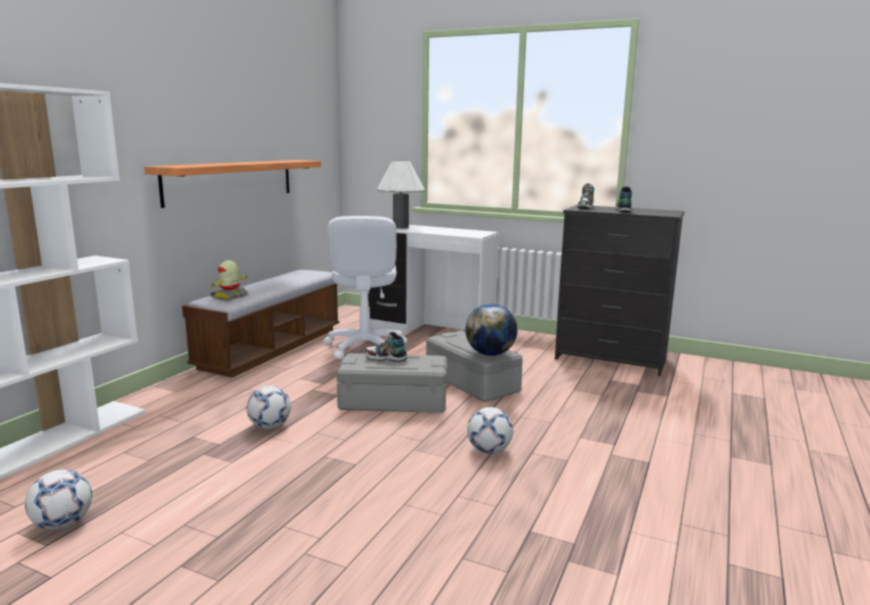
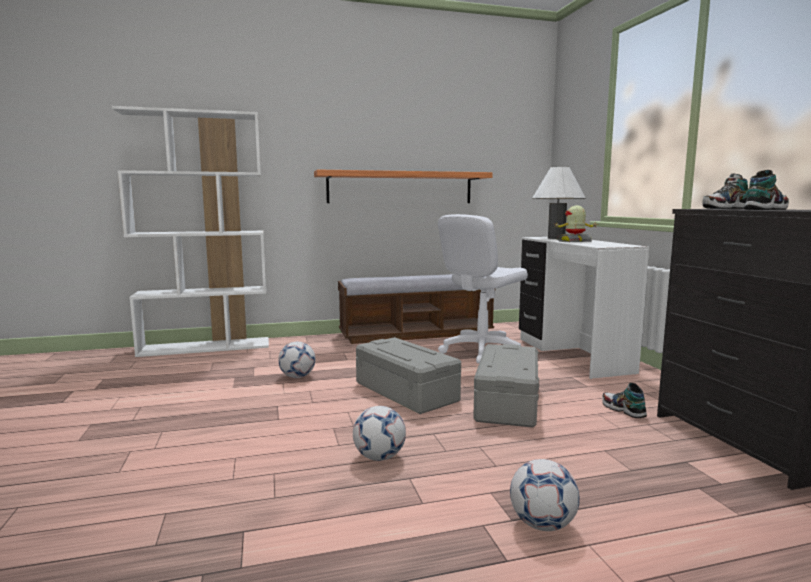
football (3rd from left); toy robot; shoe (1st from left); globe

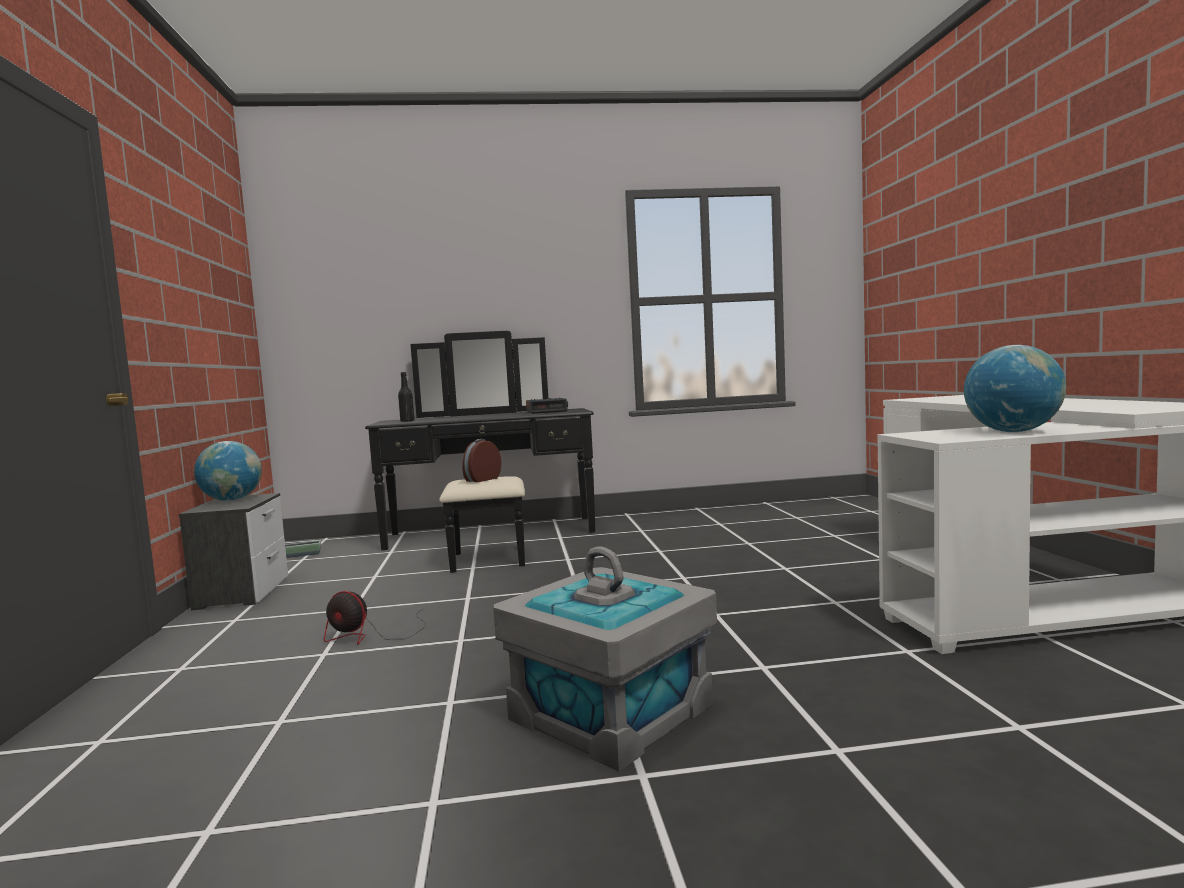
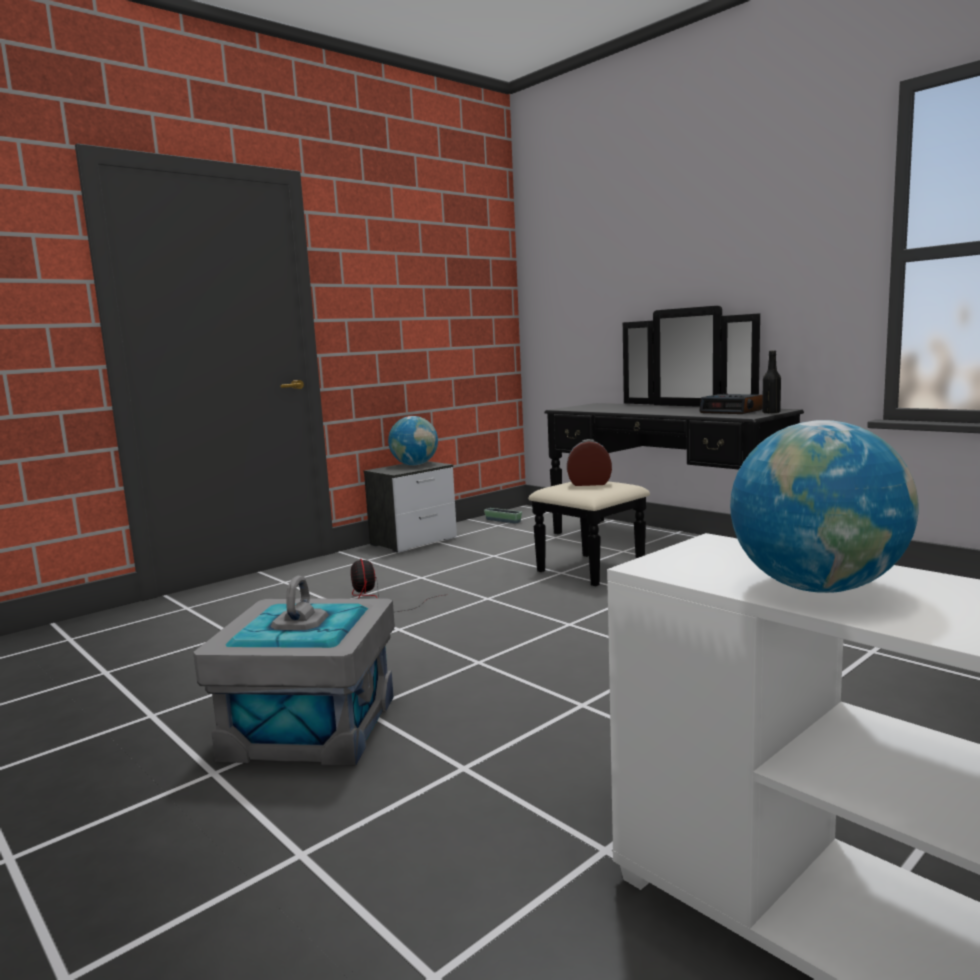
black bottle

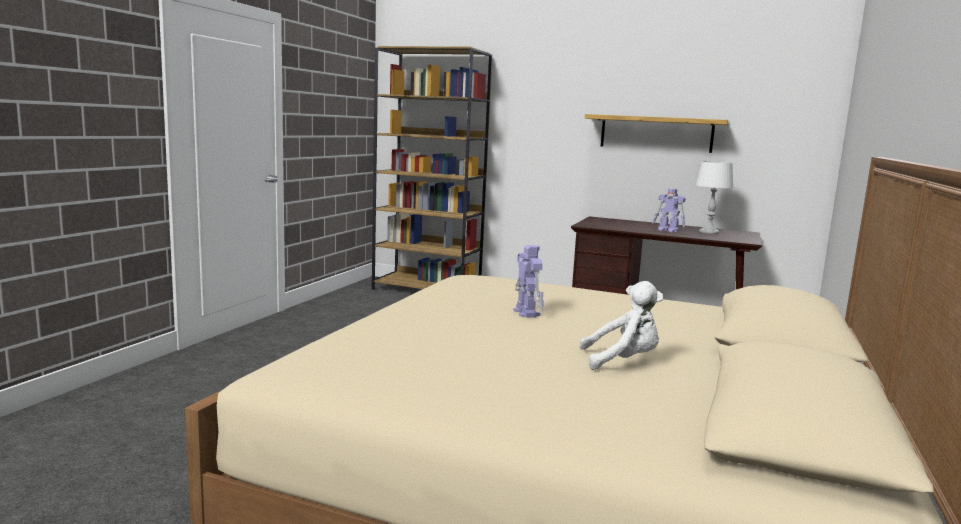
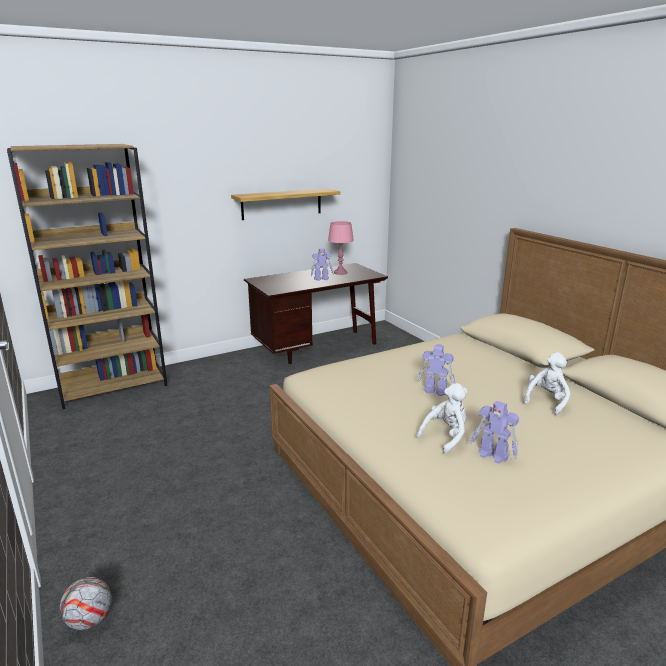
football; pink table lamp; white plush toy (1st from left); toy robot (3rd from left)

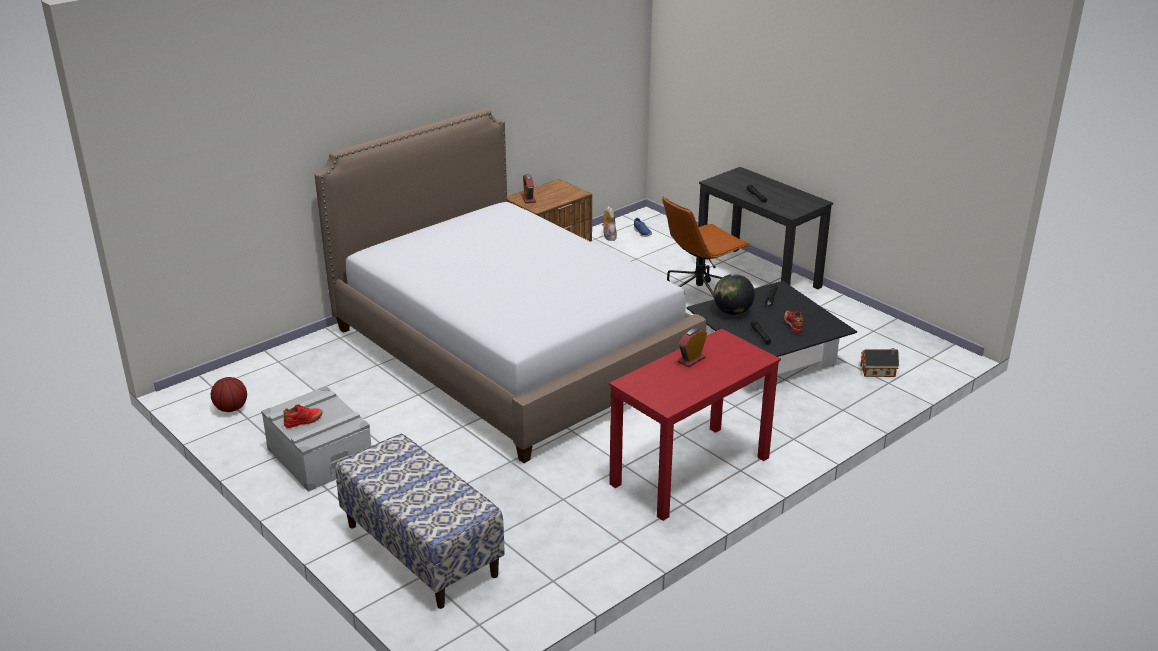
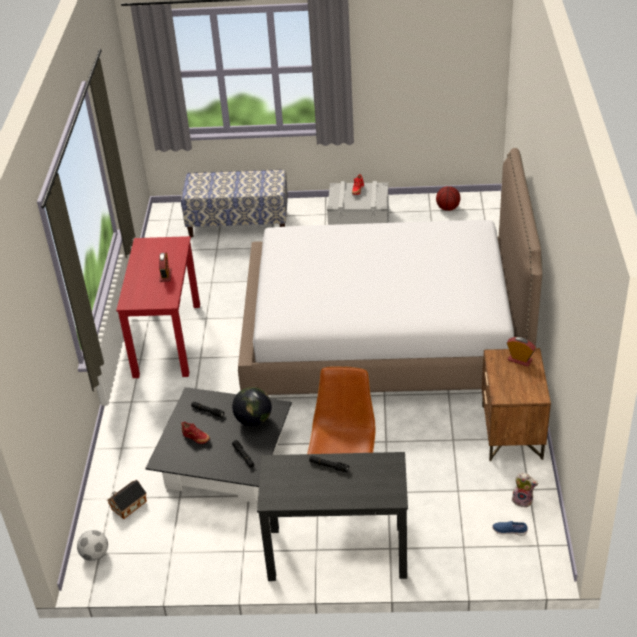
football

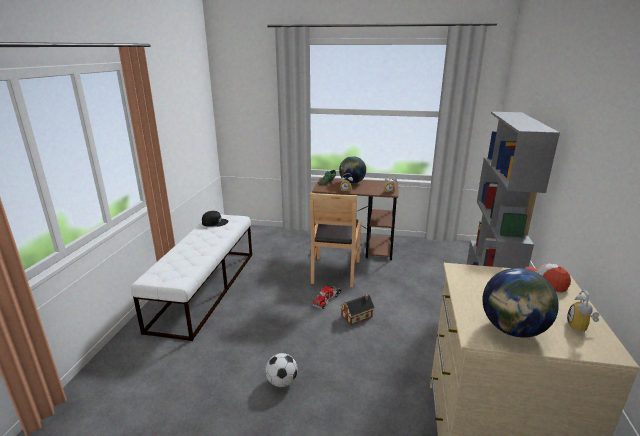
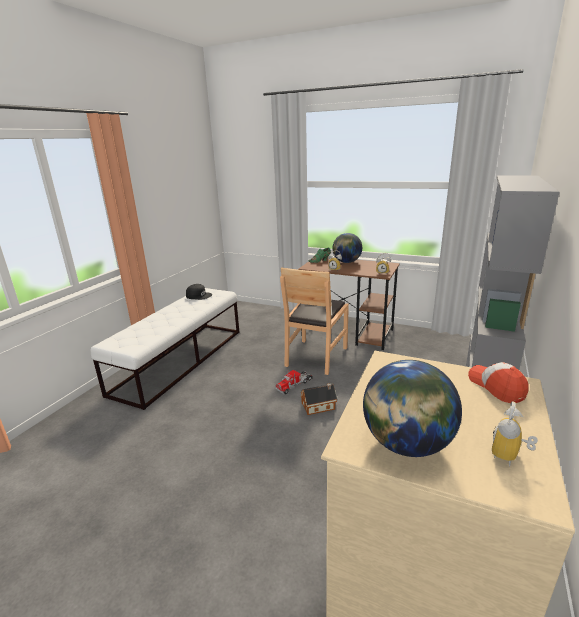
football

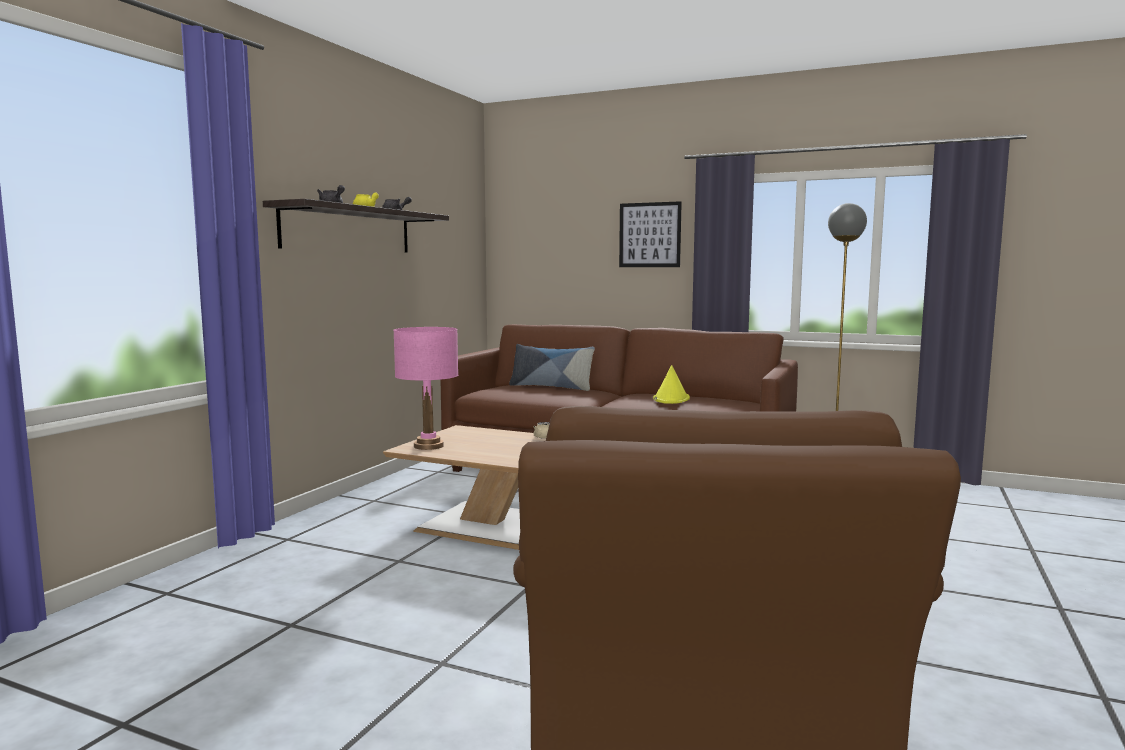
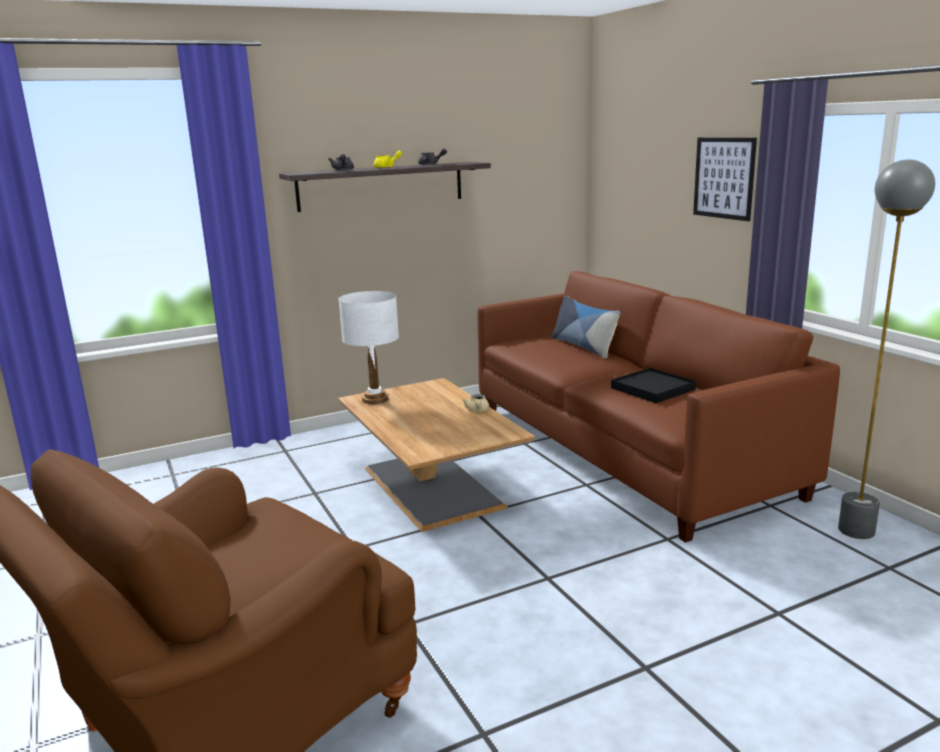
white table lamp; black tray

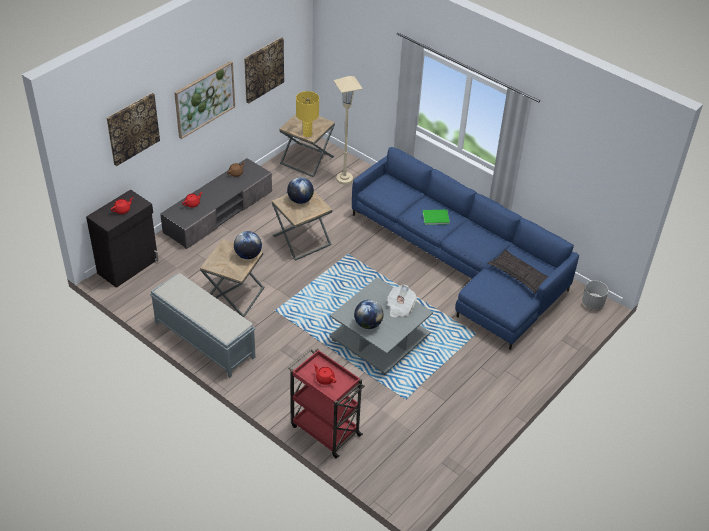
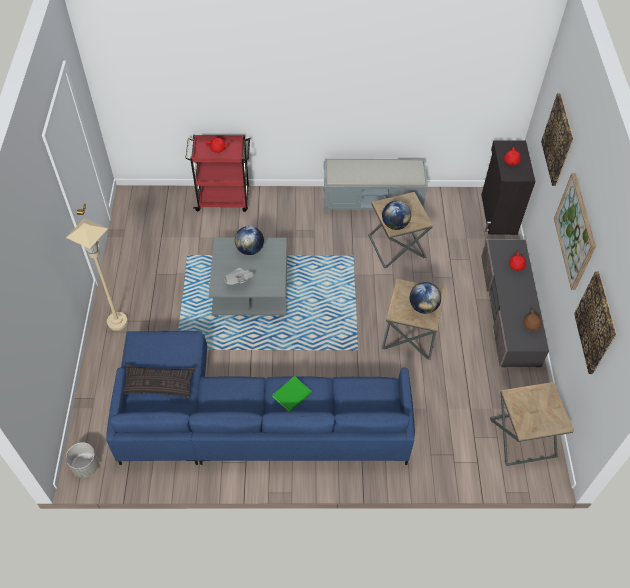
beige floor lamp; yellow table lamp

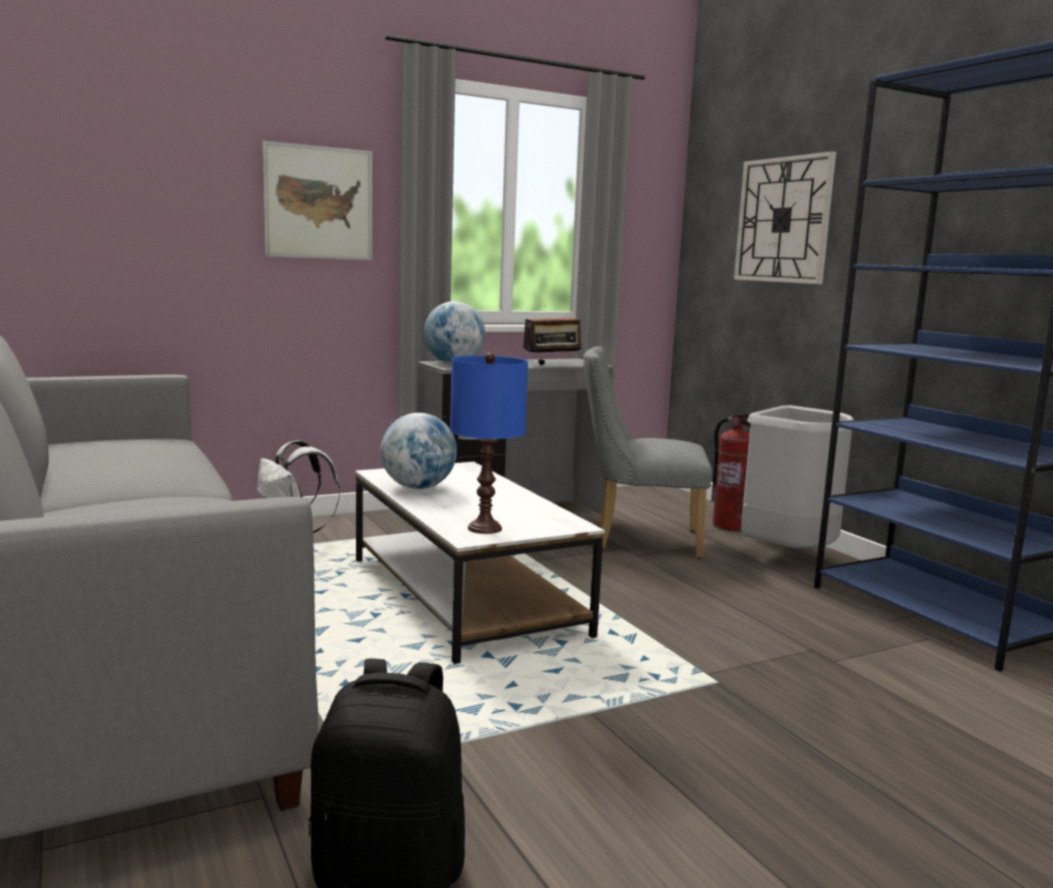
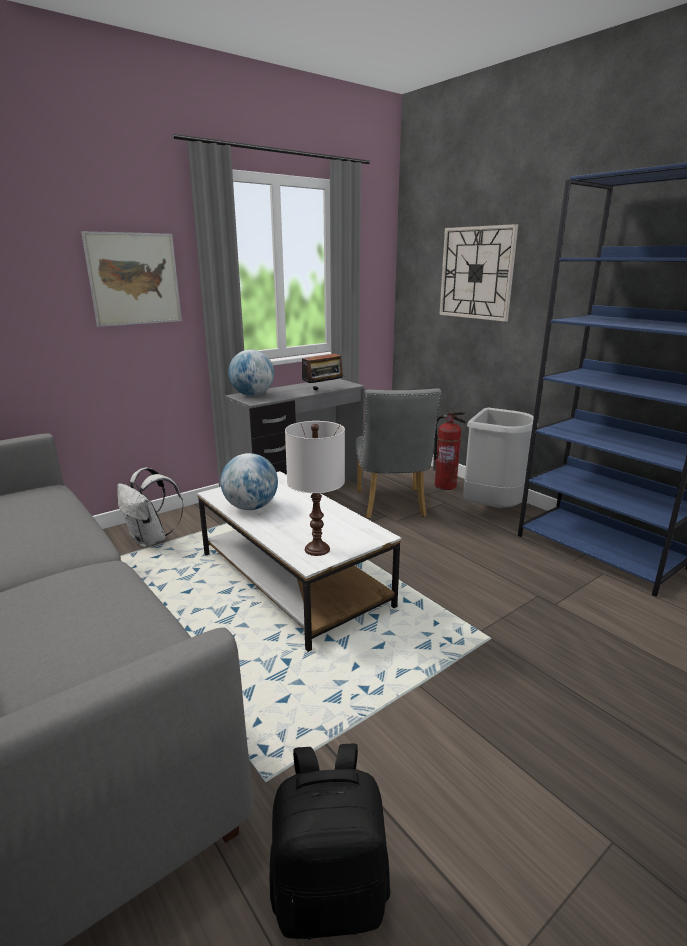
white table lamp; grey chair

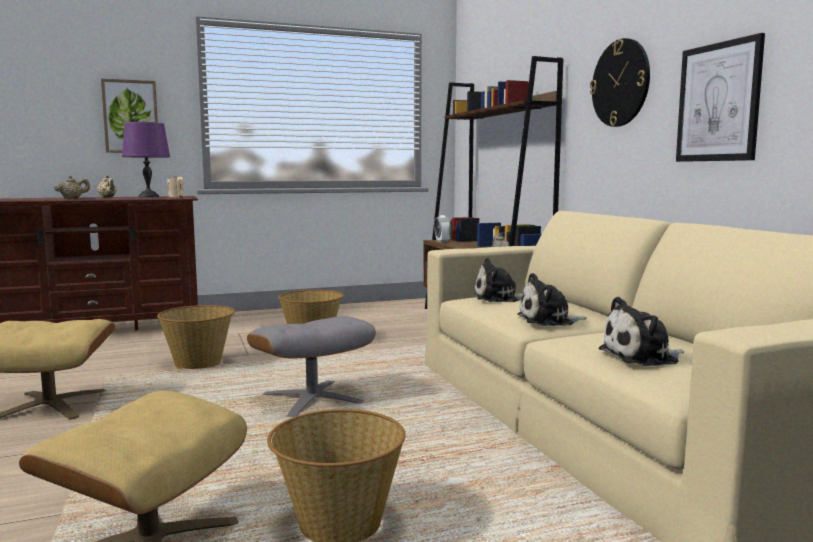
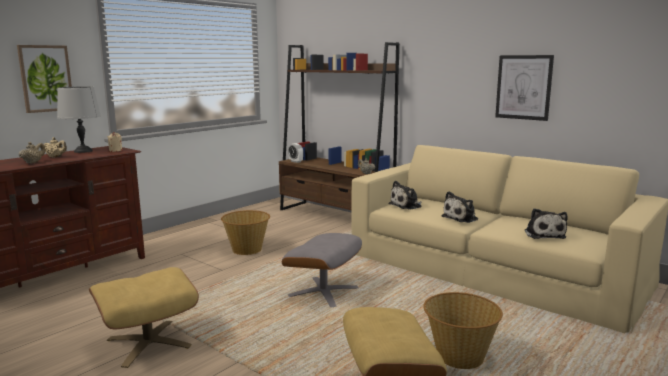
grey table lamp; plush toy (3rd from left); basket (1st from left in the first image); wall clock

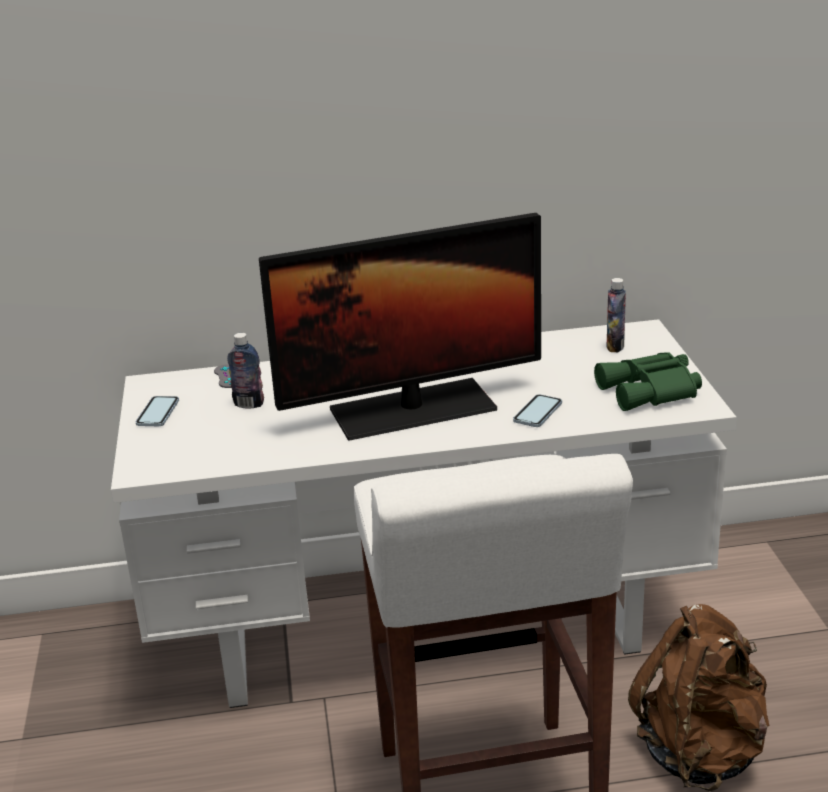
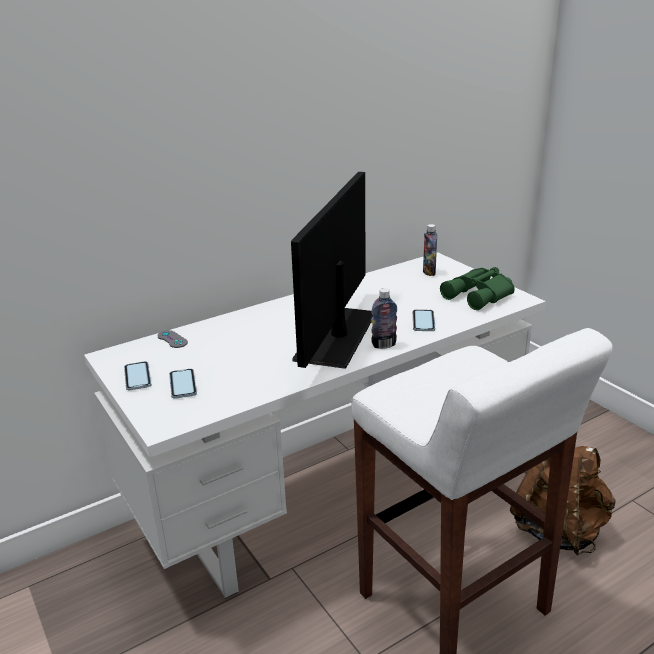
phone (2nd from left); monitor; bottle (1st from left)

